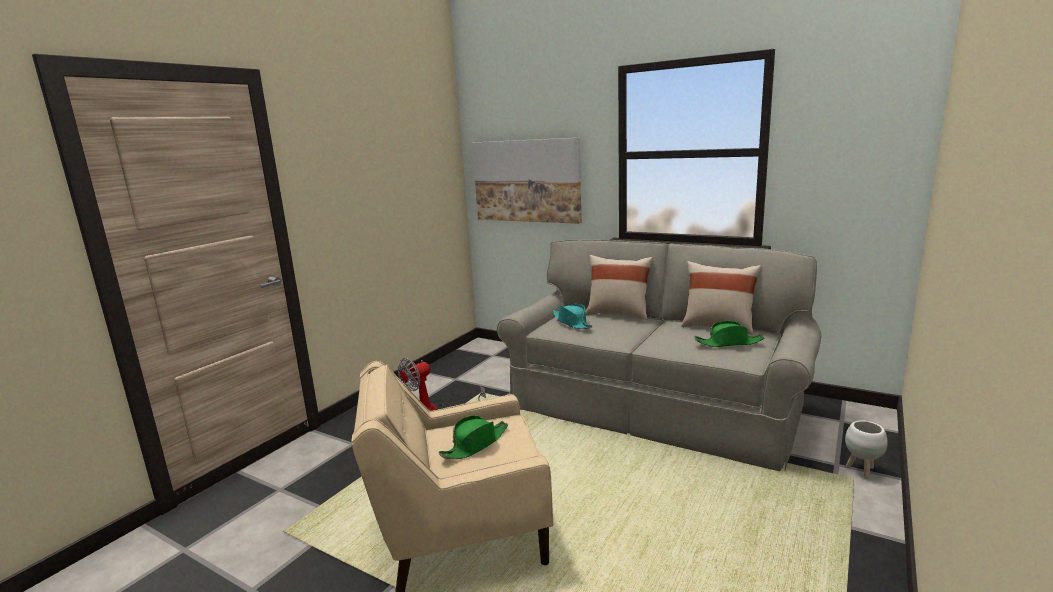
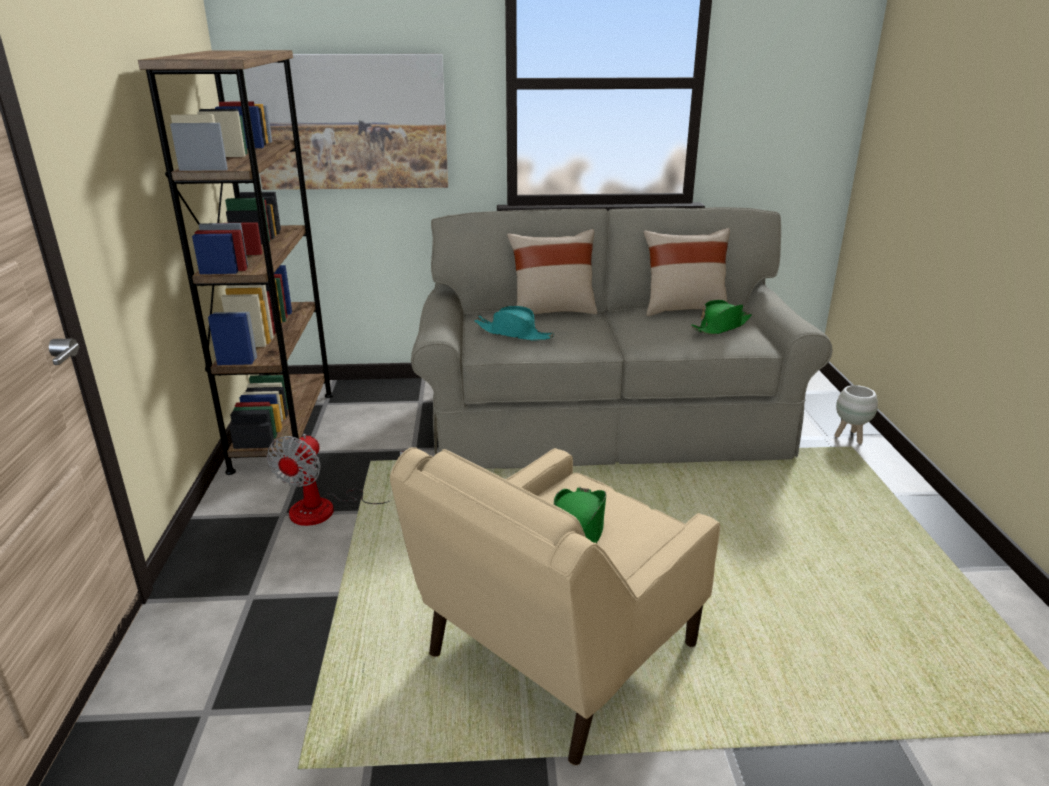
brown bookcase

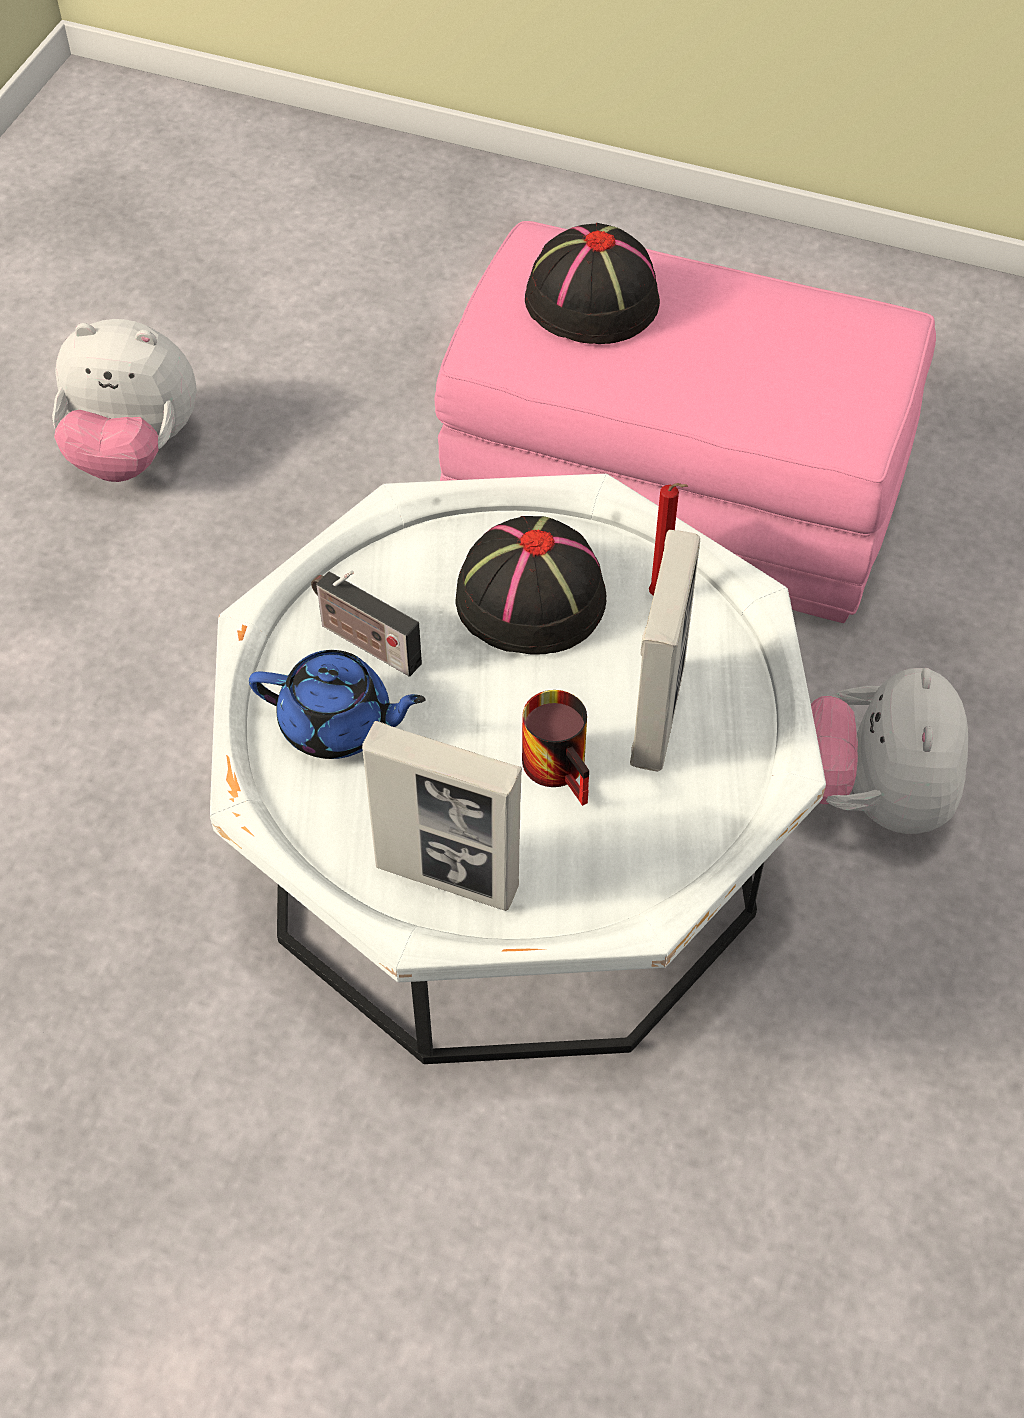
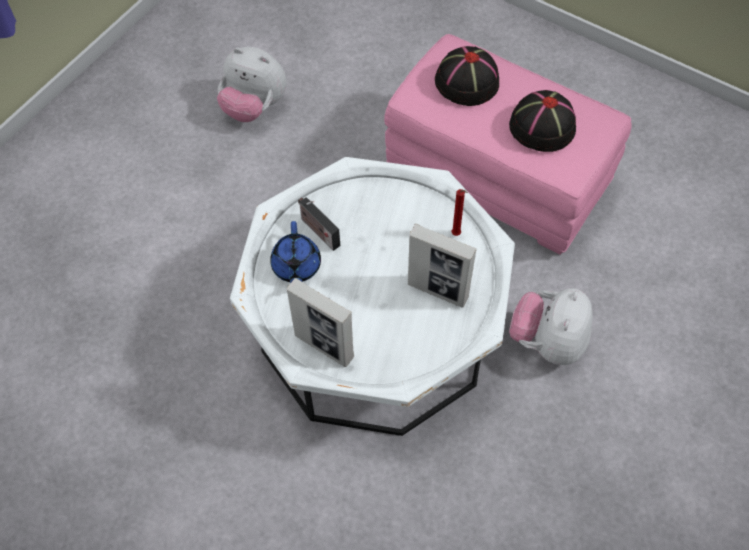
blue teapot; picture frame (2nd from left); black hat (2nd from left); mug

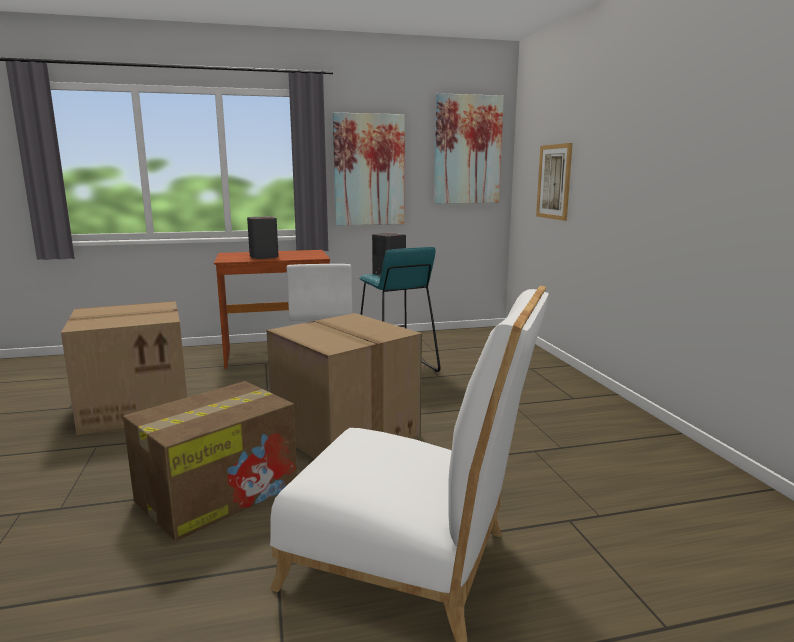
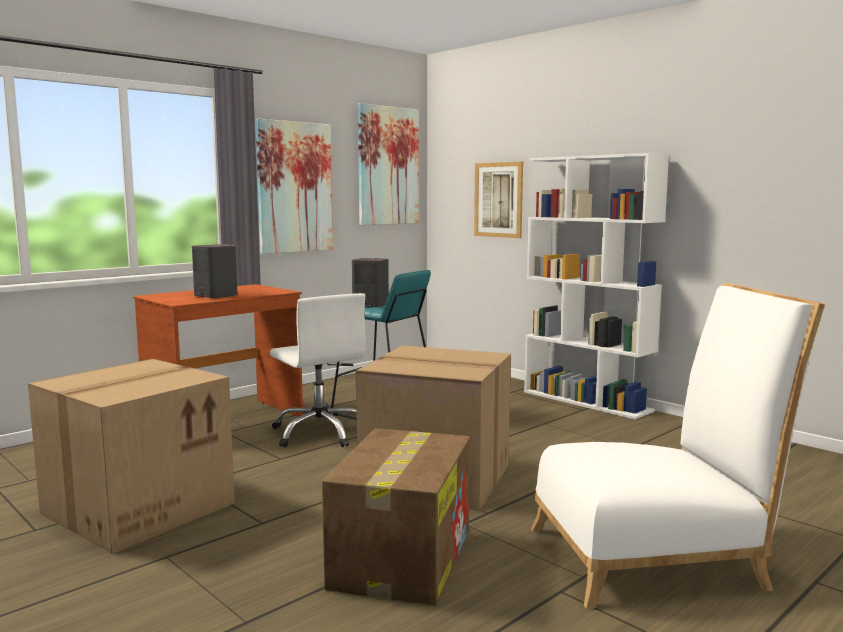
white bookcase

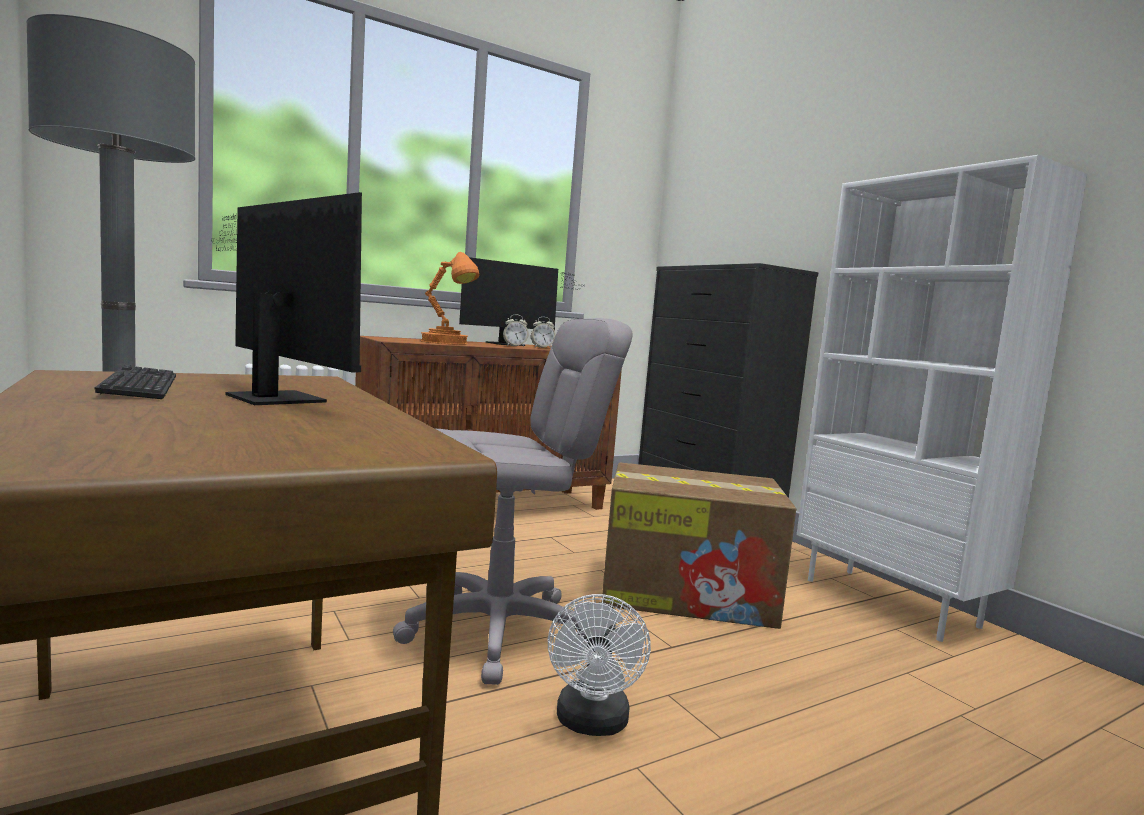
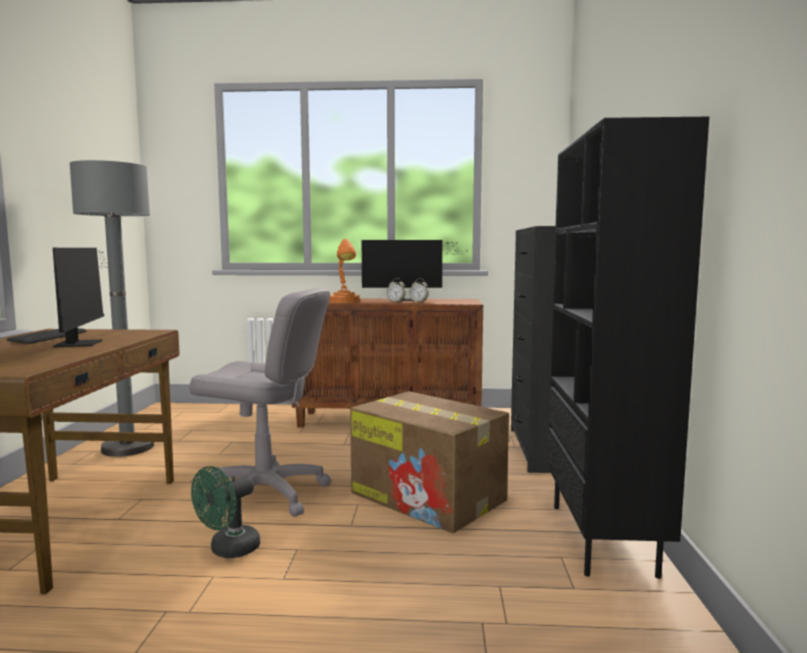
green fan; black bookcase

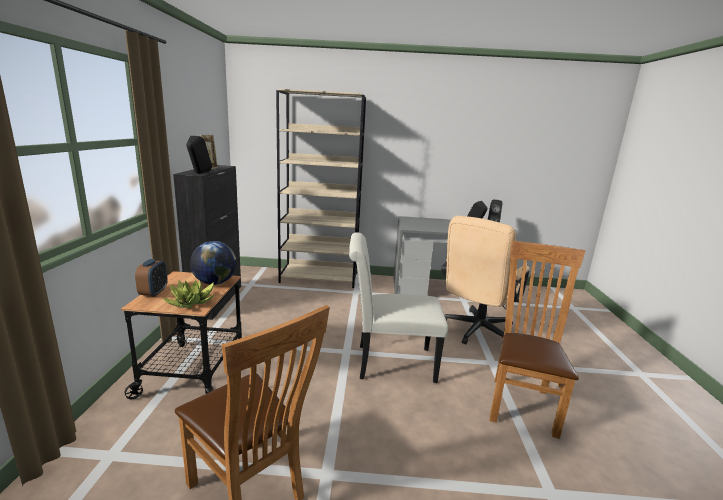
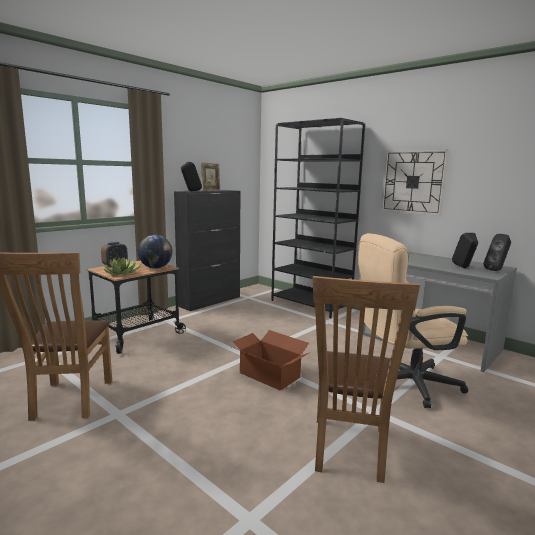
cardboard box; black bookcase; brown chair (2nd from left); wall clock

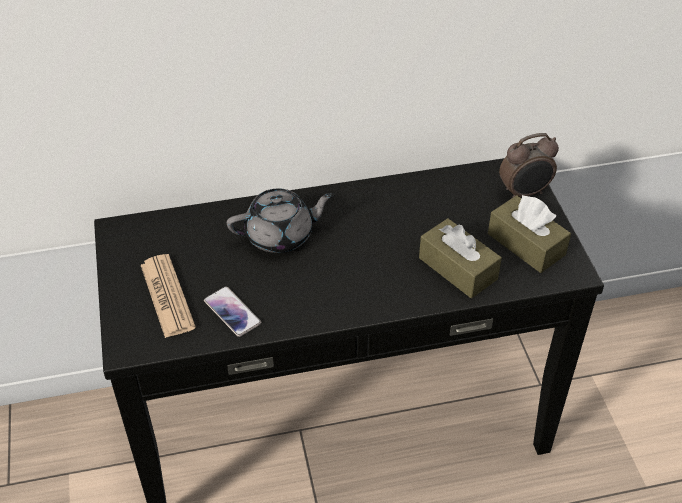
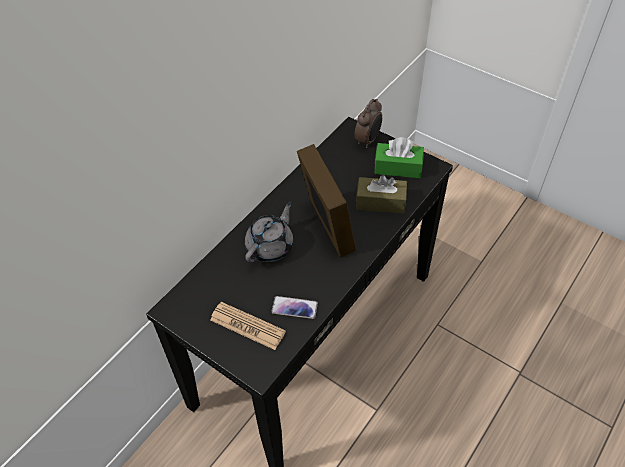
picture frame; green tissue box

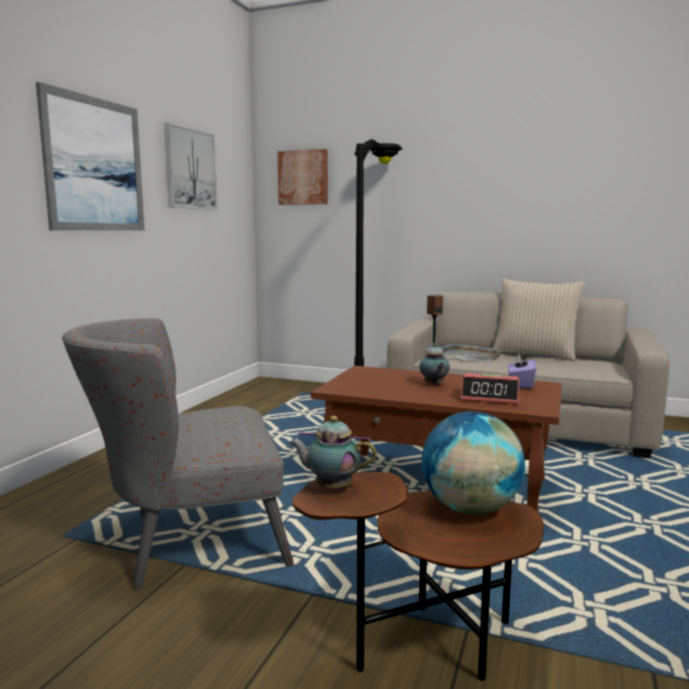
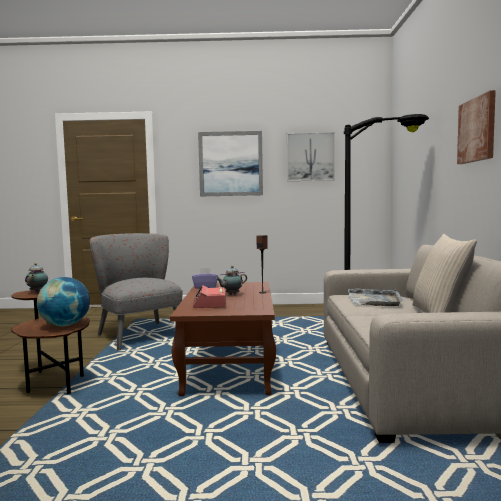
purple tissue box; picture (3rd from left)

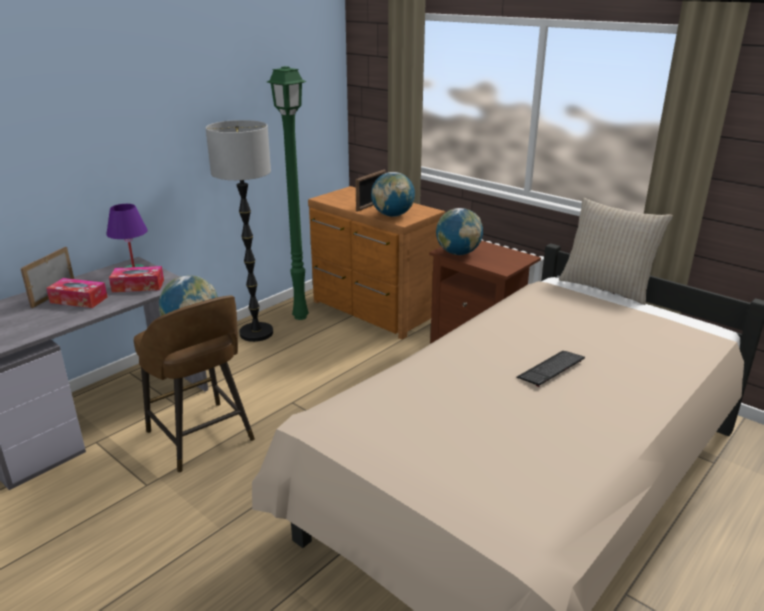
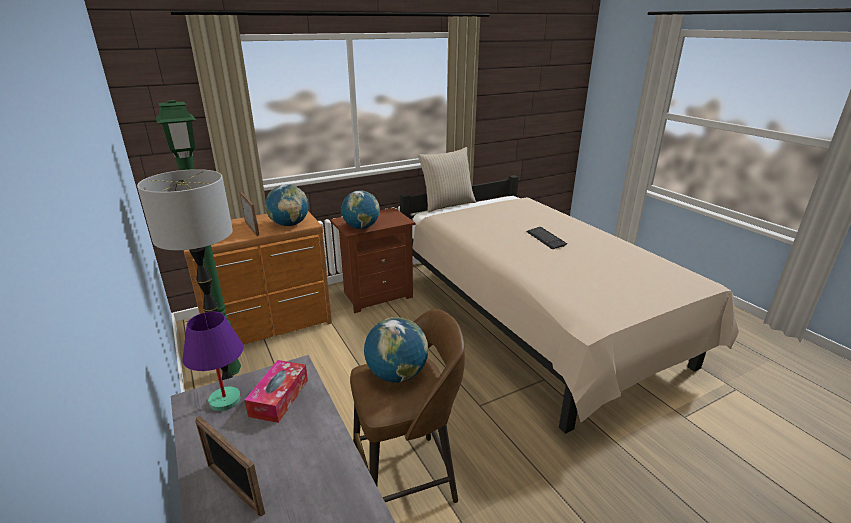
tissue box (1st from left in the first image)

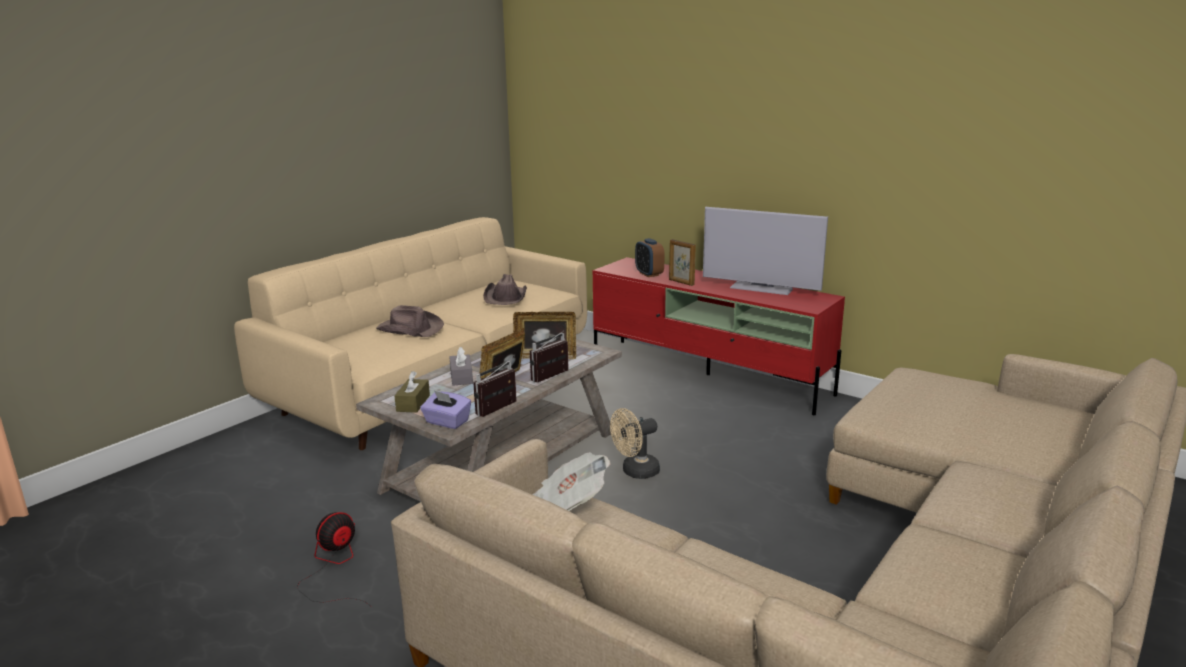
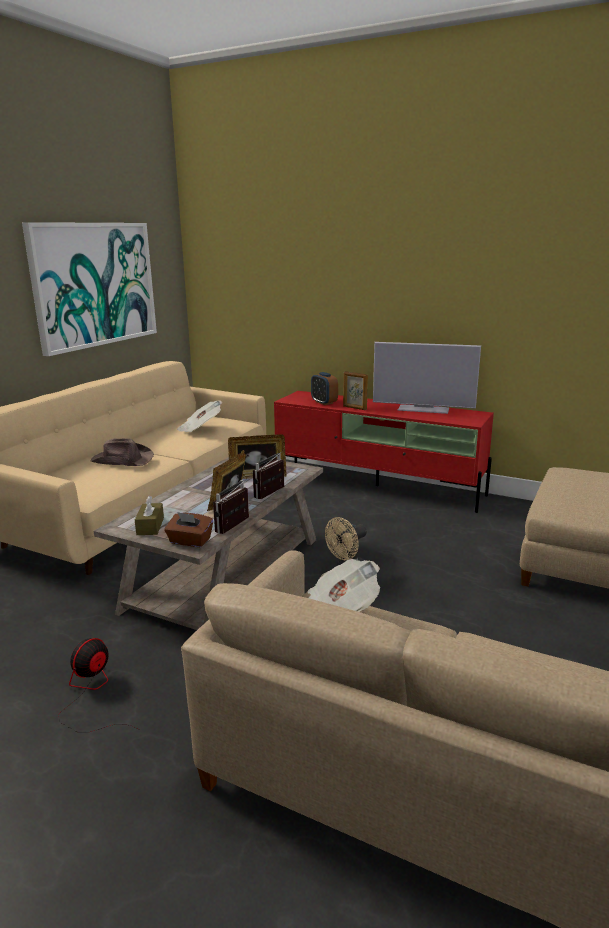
picture; brown tissue box (2nd from left); newspaper (1st from left); grey tissue box

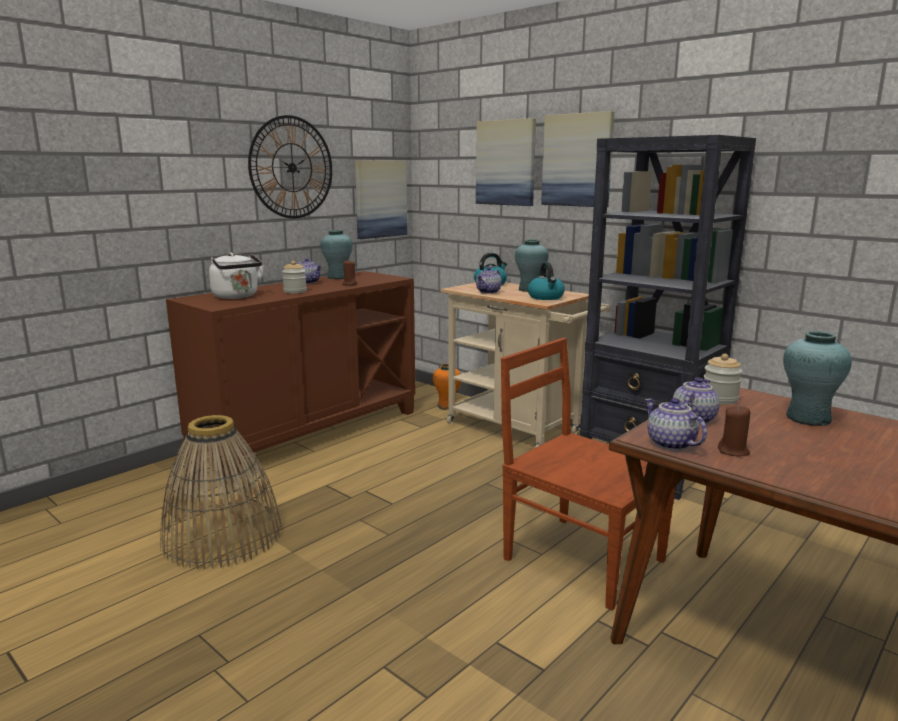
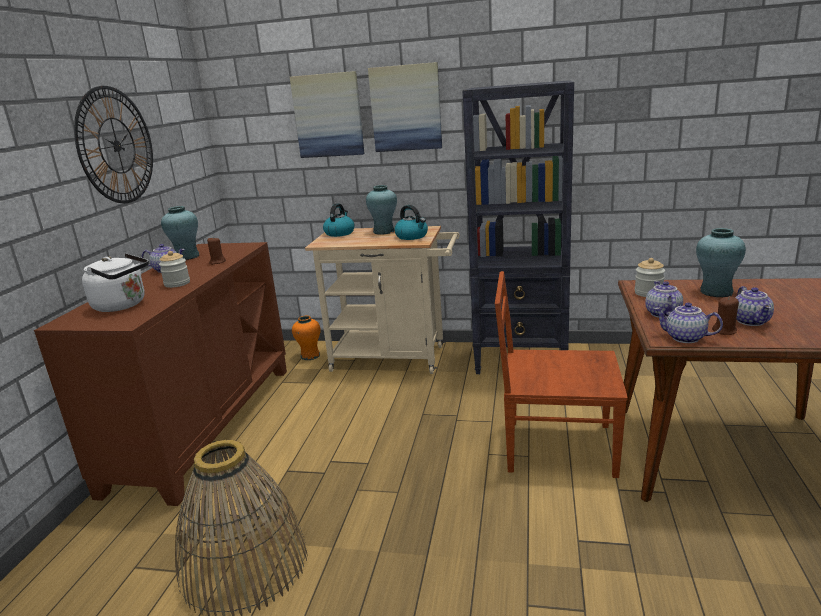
teapot (4th from left); picture (1st from left in the first image)

